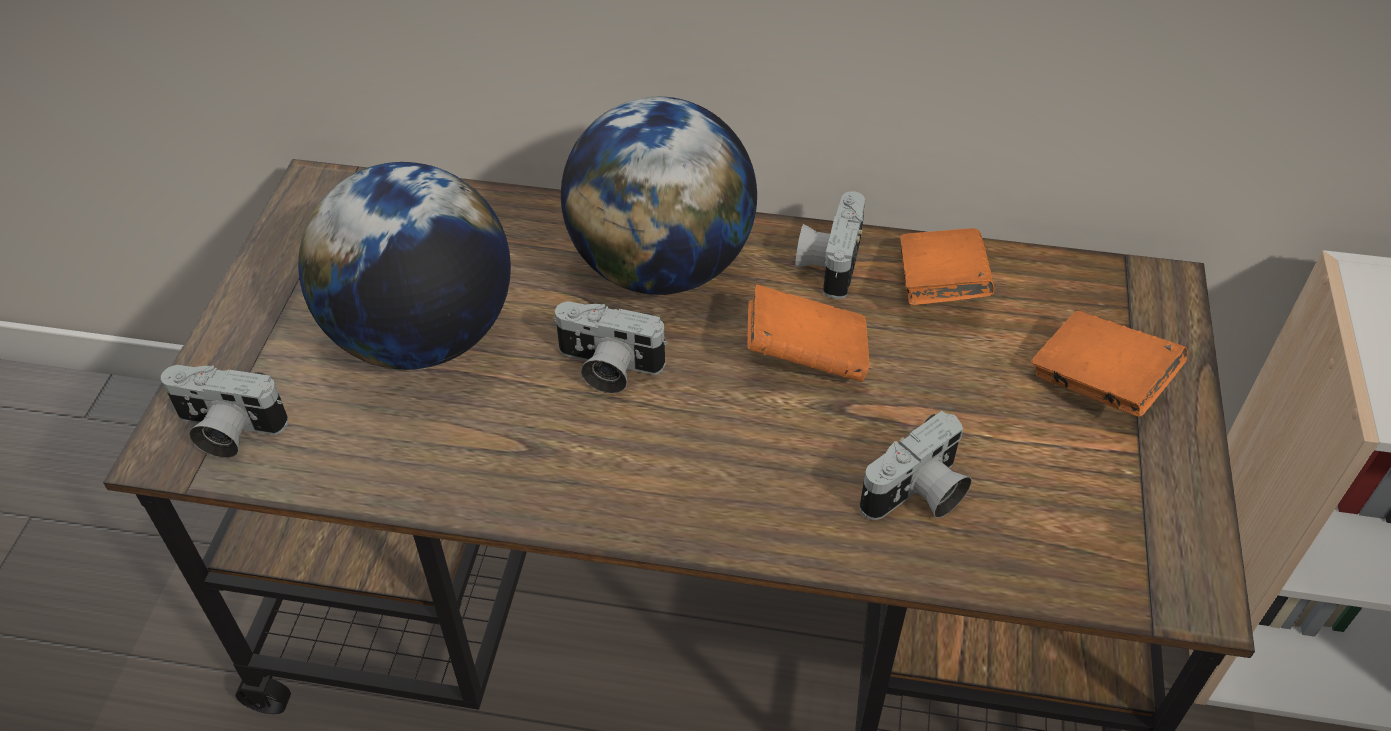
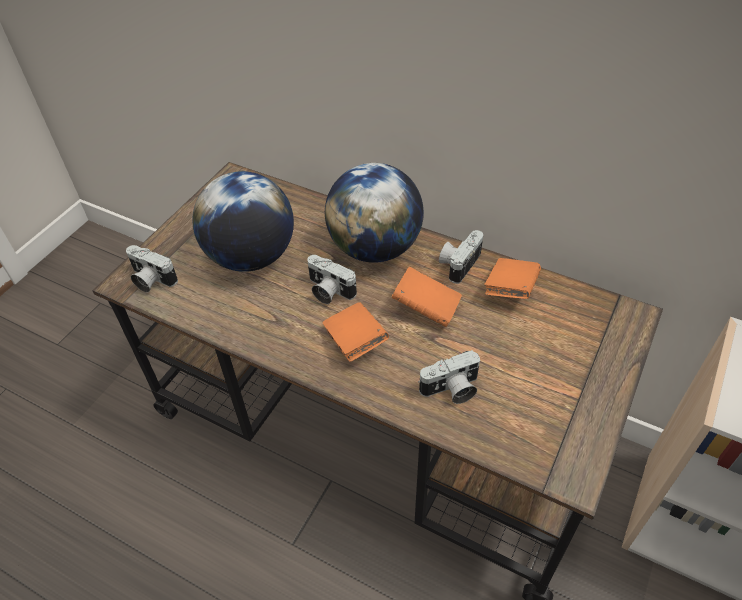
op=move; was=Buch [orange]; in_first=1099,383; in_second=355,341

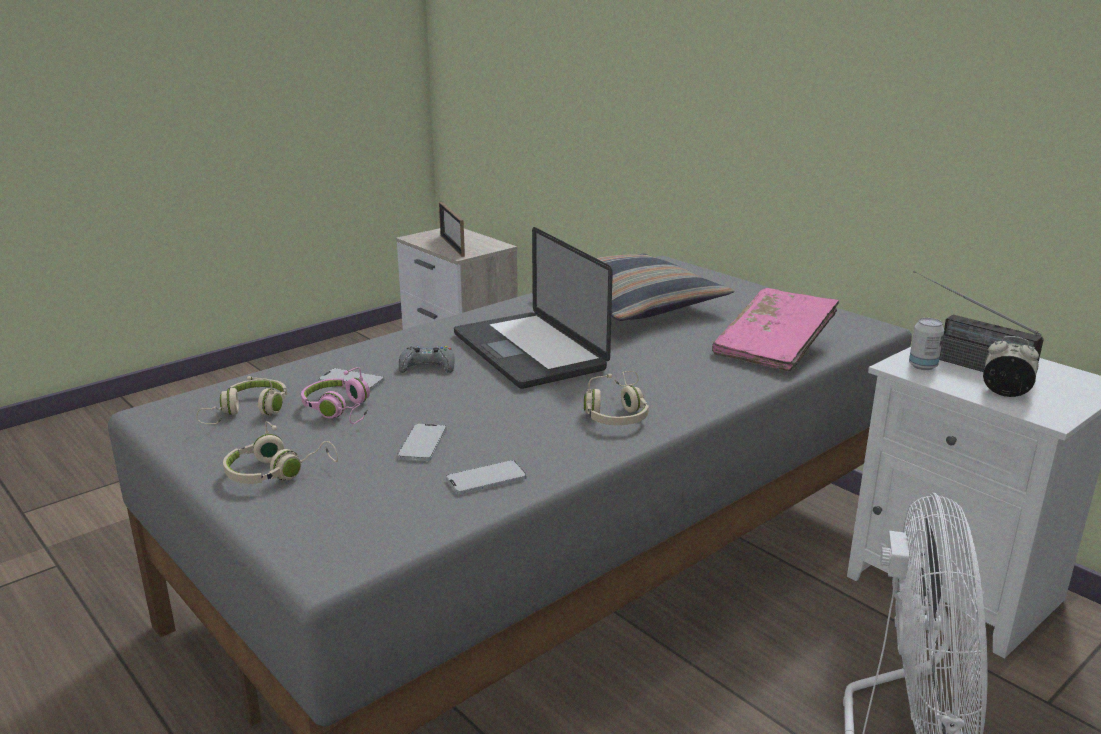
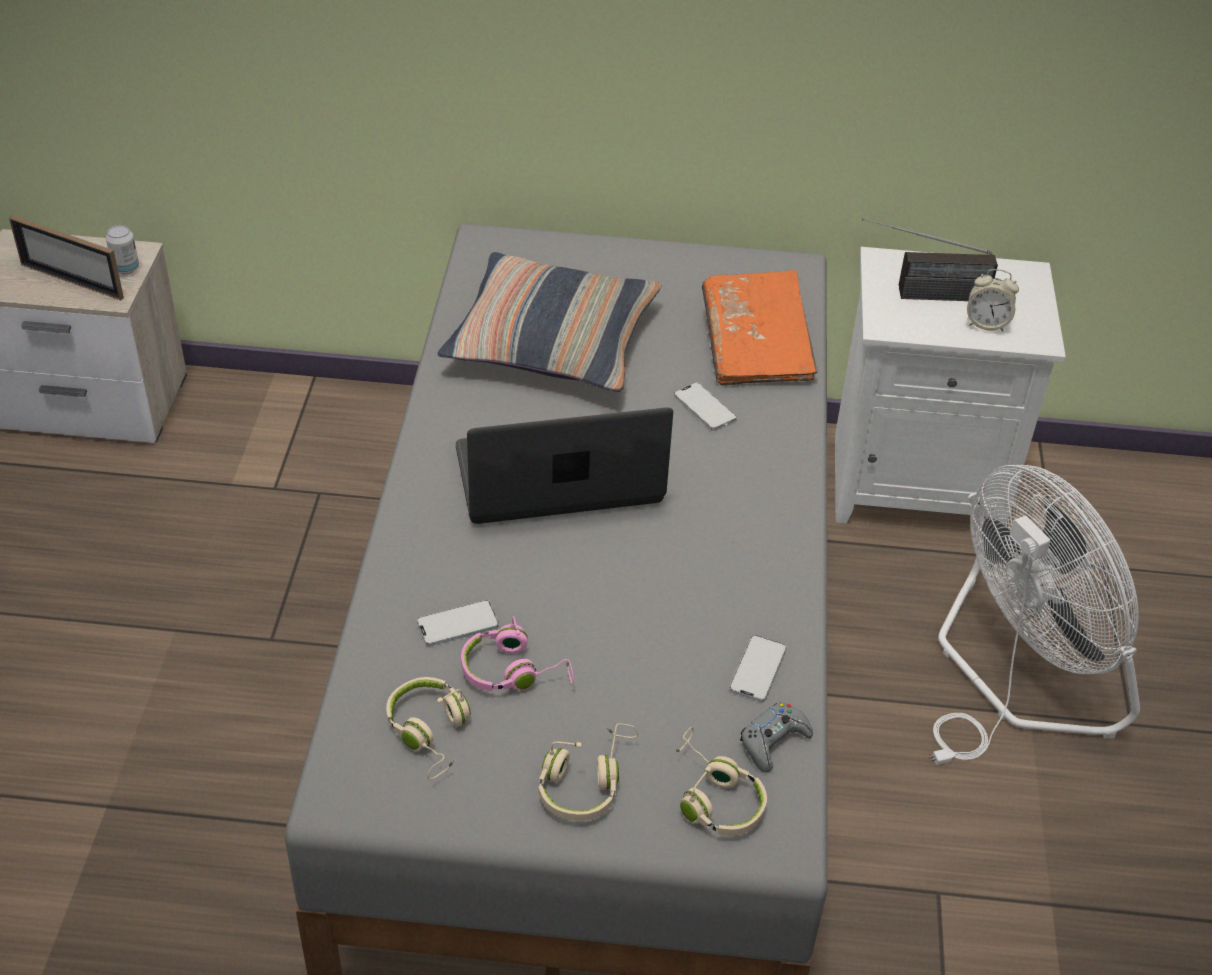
op=move; was=Handy; in_first=422,444; in_second=704,408
op=move; was=Gamepad [grau]; in_first=427,367; in_second=773,742
op=rotate; was=Laptop; in_first=528,352; in_second=558,476; clockwise=150
op=move; was=Kopfhörer [beige]; in_first=617,413; in_second=713,796
op=recolor; was=Buch [rosa]; now=Buch [orange]; in_first=774,348; in_second=756,346
op=move; was=Dose; in_first=922,366; in_second=126,268
op=rotate; was=Wecker; in_first=1005,393; in_second=986,323; clockwise=-150

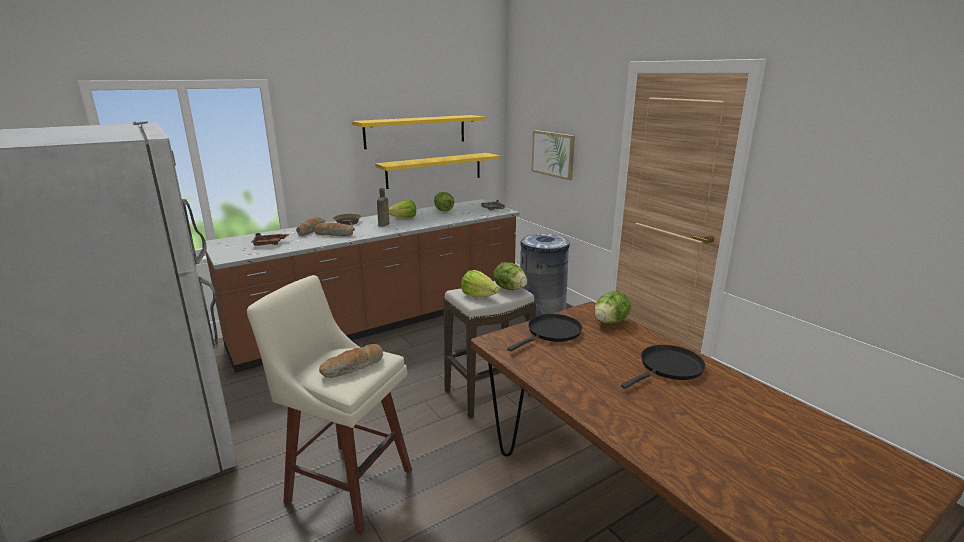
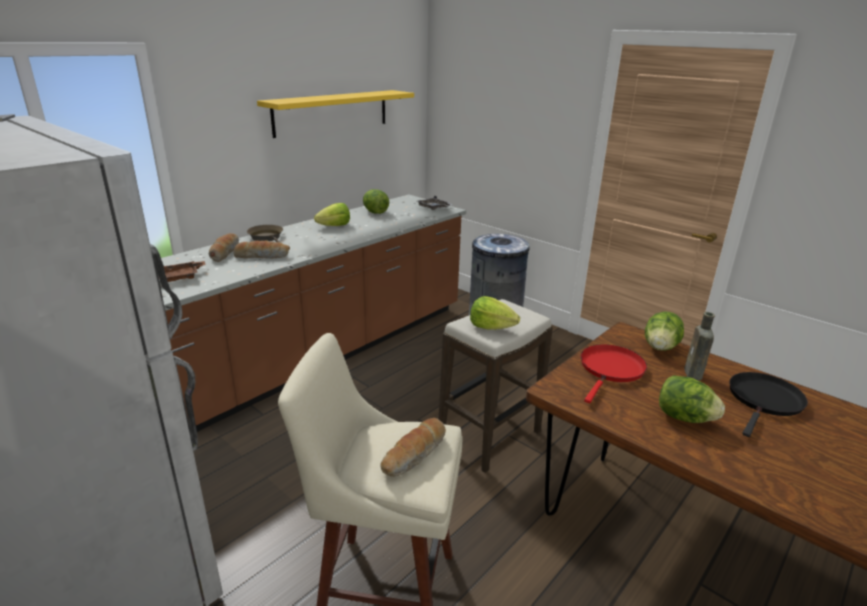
op=delete; was=Wandregal [gelb]; in_first=434,170
op=move; was=Flasche [braun]; in_first=383,225; in_second=693,375
op=move; was=Salatkopf; in_first=510,289; in_second=684,418
op=recolor; was=Pfanne [schwarz]; now=Pfanne [rot]; in_first=552,333; in_second=610,369
op=delete; was=Bild; in_first=553,154

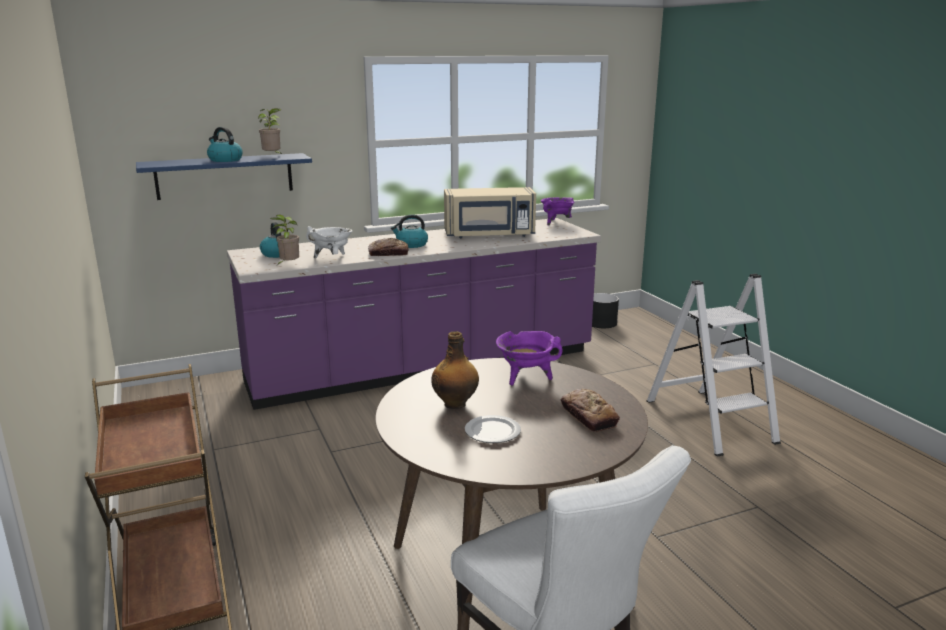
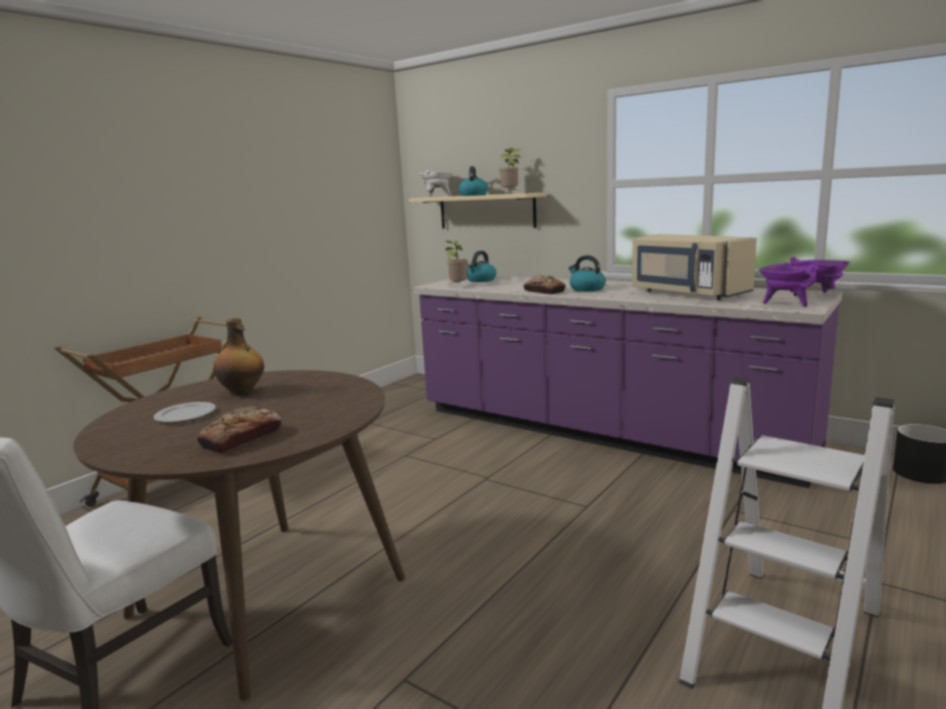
op=recolor; was=Wandregal [blau]; now=Wandregal [beige]; in_first=225,176; in_second=486,211
op=move; was=Kochtopf [weiß]; in_first=332,258; in_second=437,196
op=move; was=Kochtopf [lila]; in_first=526,378; in_second=786,303

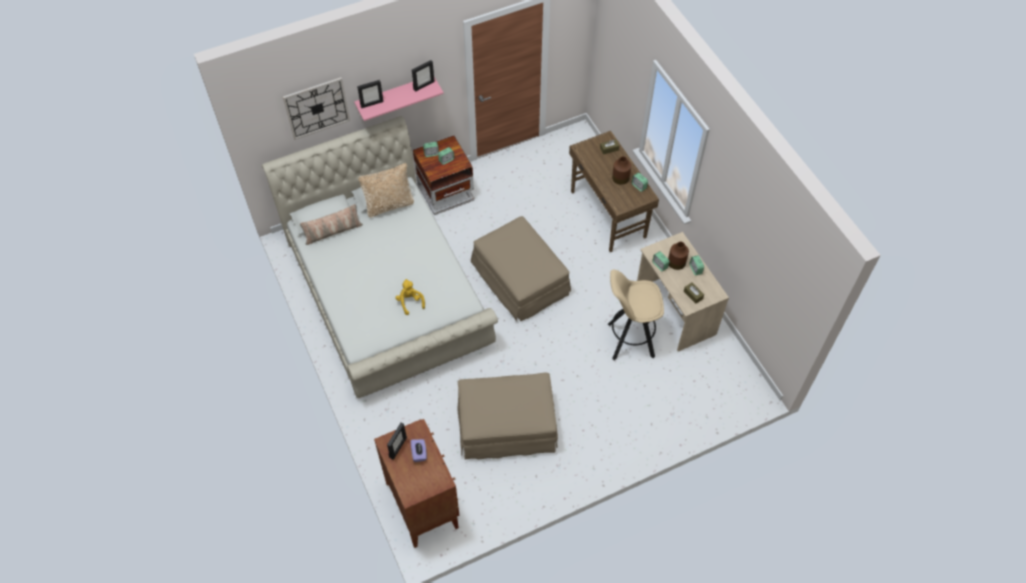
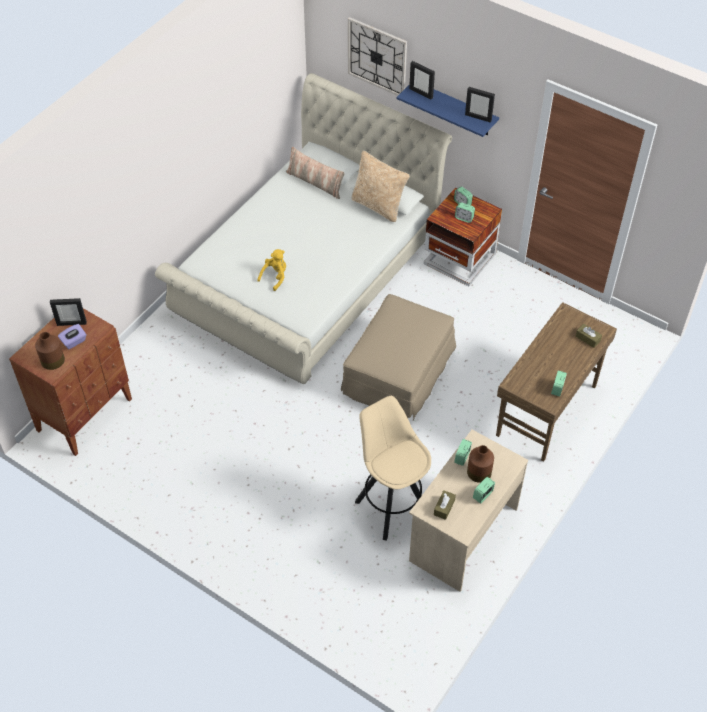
op=recolor; was=Wandregal [rosa]; now=Wandregal [blau]; in_first=395,96; in_second=454,109
op=delete; was=Polsterhocker [beige]; in_first=507,425
op=move; was=Vase [braun]; in_first=620,177; in_second=53,360

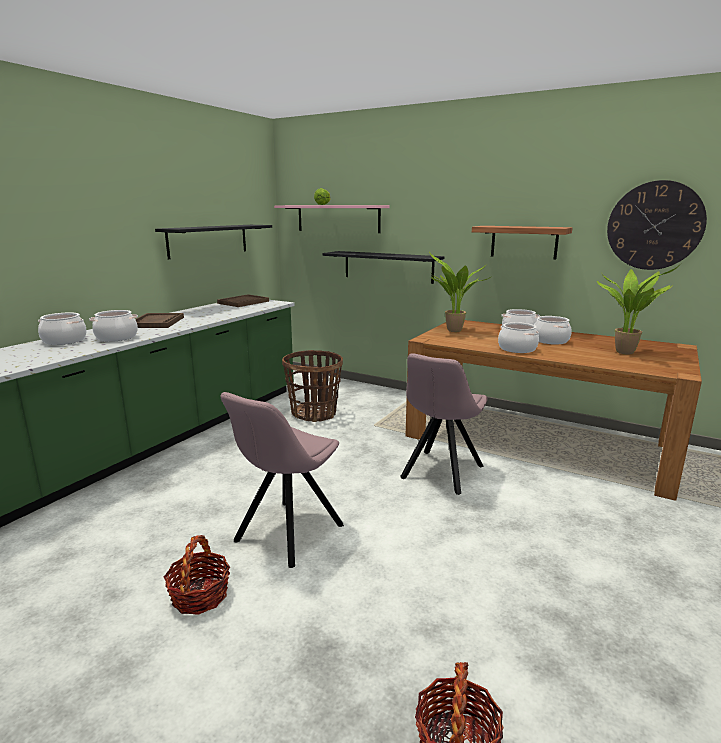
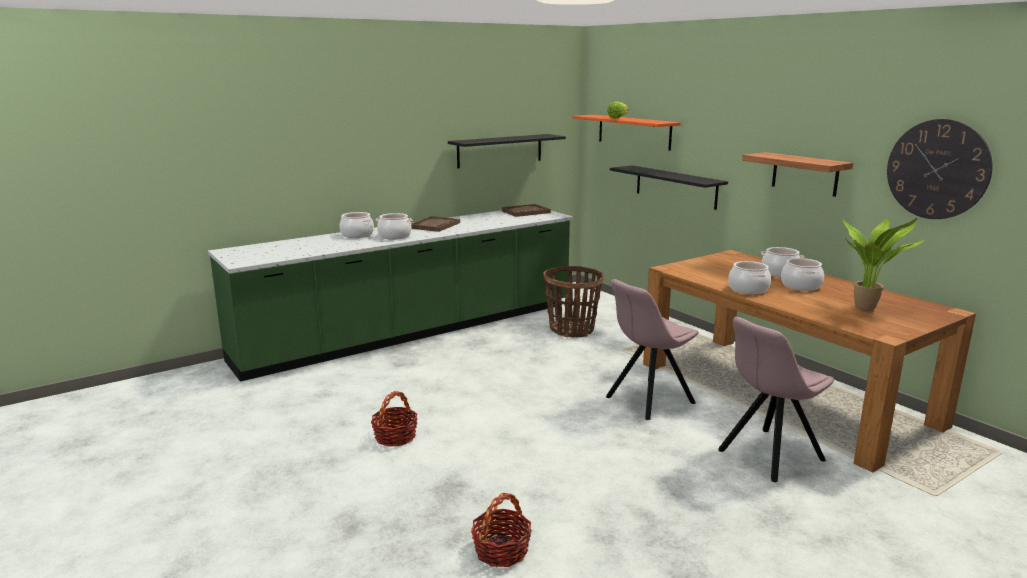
op=move; was=Stuhl [rosa]; in_first=288,533; in_second=769,455
op=recolor; was=Wandregal [rosa]; now=Wandregal [orange]; in_first=338,218; in_second=634,132
op=delete; was=Topfpflanze; in_first=453,331

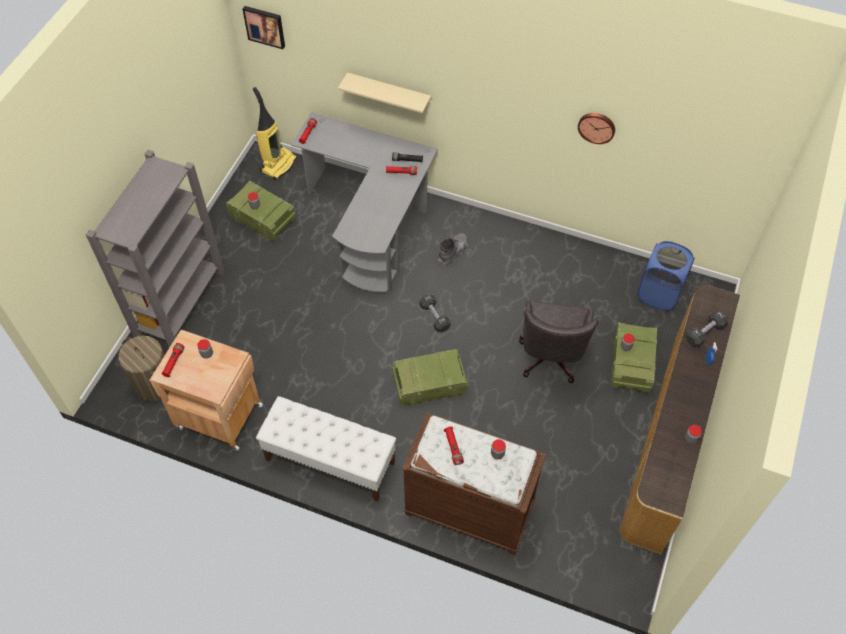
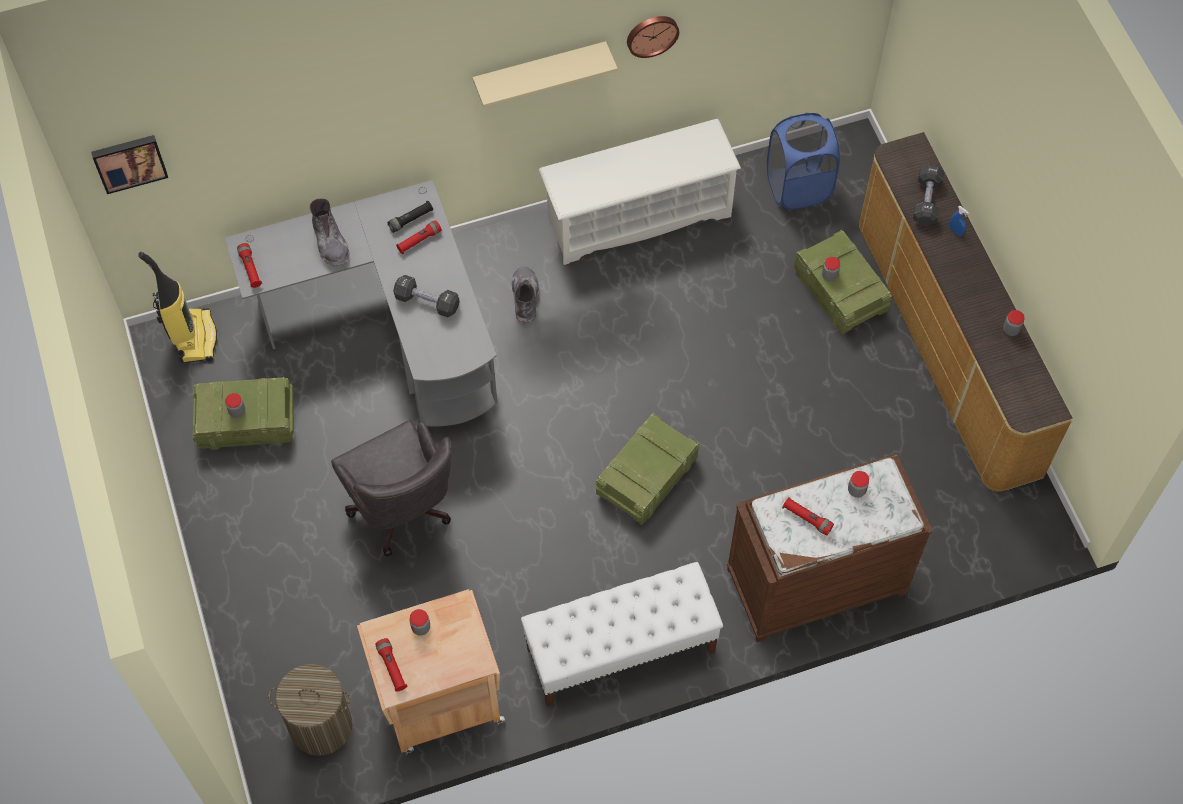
op=delete; was=Bücherregal [grau]; in_first=180,303
op=move; was=Wandregal [beige]; in_first=389,93; in_second=540,71
op=move; was=Hantel [schwarz]; in_first=434,317; in_second=427,302
op=move; was=Bürostuhl [grau]; in_first=550,361; in_second=403,513
op=insert; now=Stiefel [grau]; in_second=330,243
op=insert; now=Schuhregal [weiß]; in_second=638,216

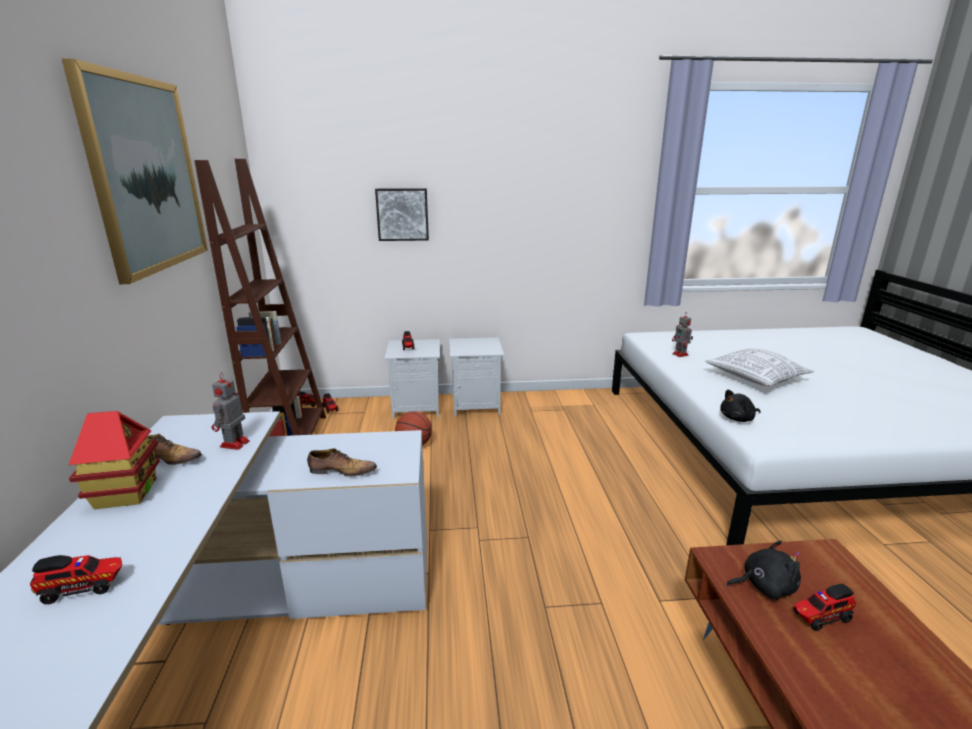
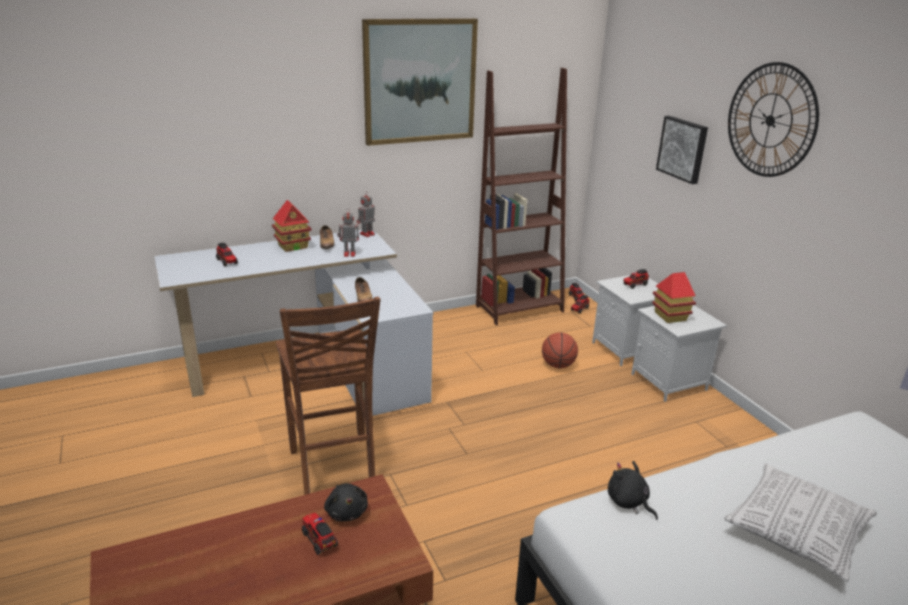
op=move; was=Spielzeugroboter; in_first=680,355; in_second=366,234
op=insert; now=Hocker [braun]; in_second=333,472
op=insert; now=Spielzeughaus; in_second=670,316
op=insert; now=Wanduhr; in_second=770,120

